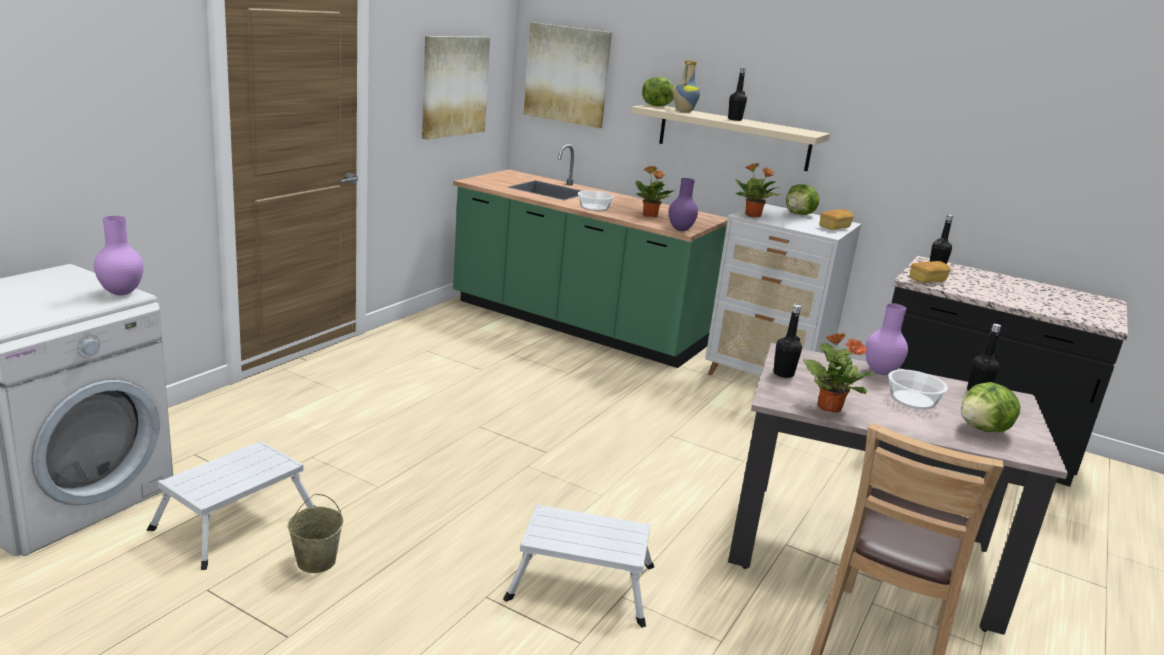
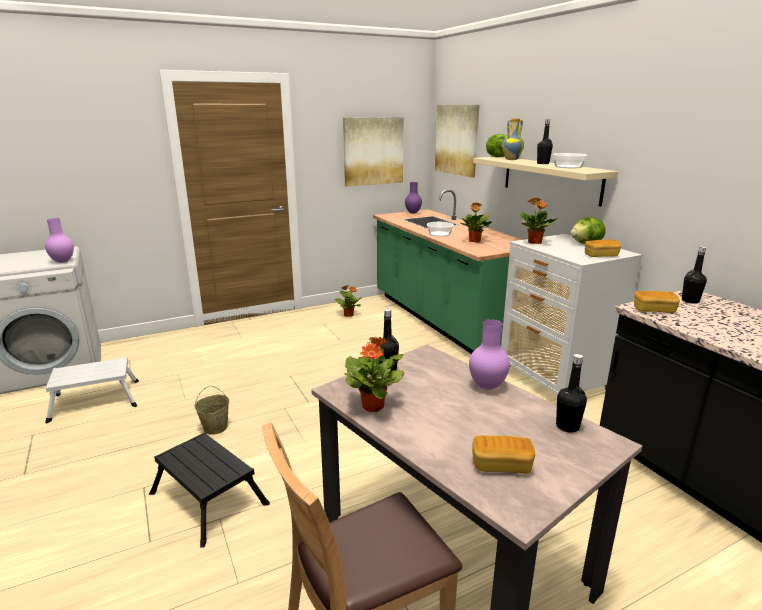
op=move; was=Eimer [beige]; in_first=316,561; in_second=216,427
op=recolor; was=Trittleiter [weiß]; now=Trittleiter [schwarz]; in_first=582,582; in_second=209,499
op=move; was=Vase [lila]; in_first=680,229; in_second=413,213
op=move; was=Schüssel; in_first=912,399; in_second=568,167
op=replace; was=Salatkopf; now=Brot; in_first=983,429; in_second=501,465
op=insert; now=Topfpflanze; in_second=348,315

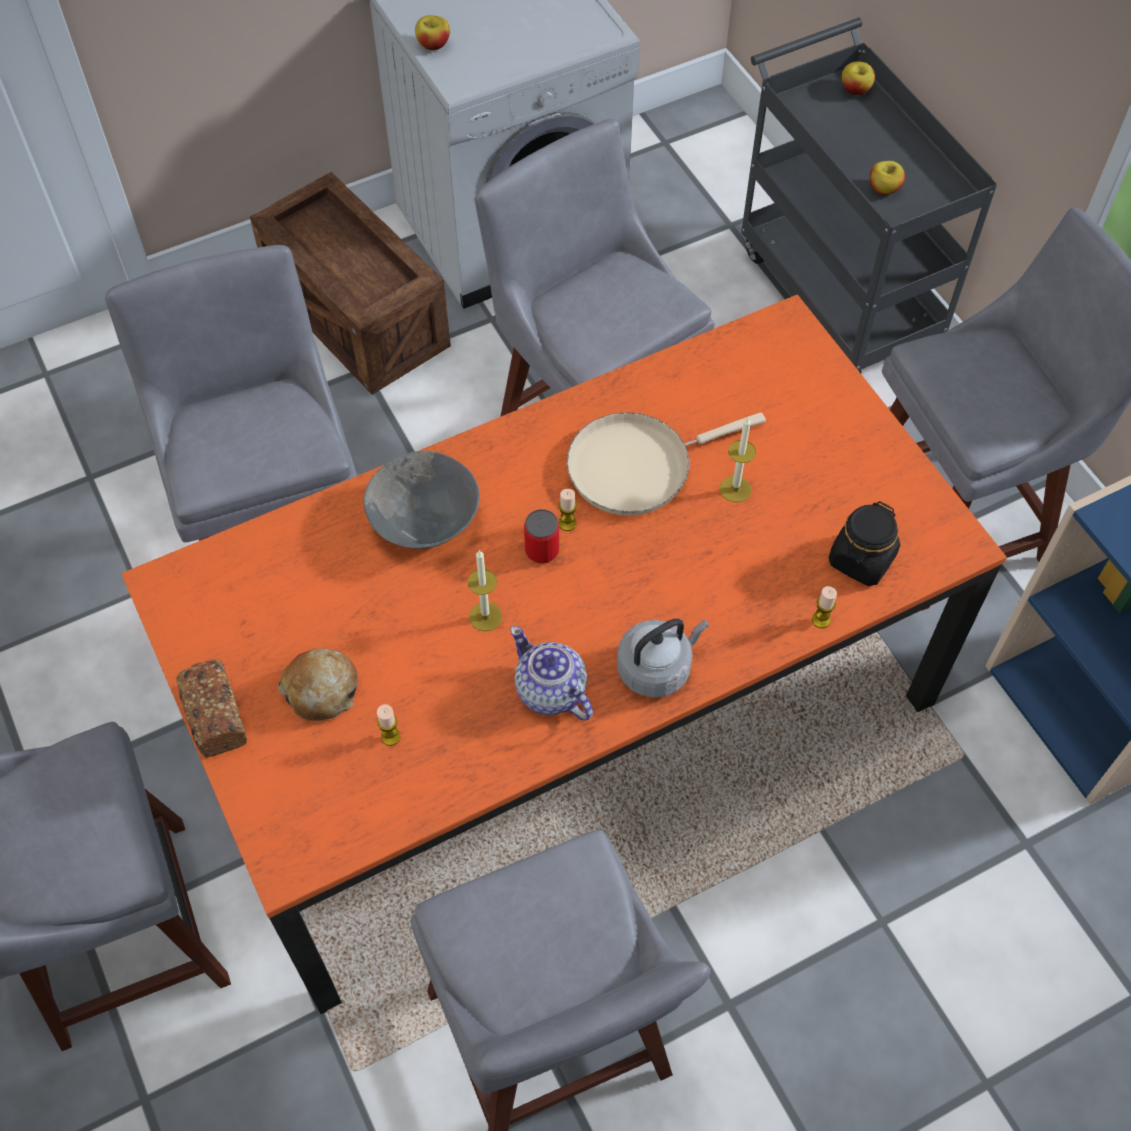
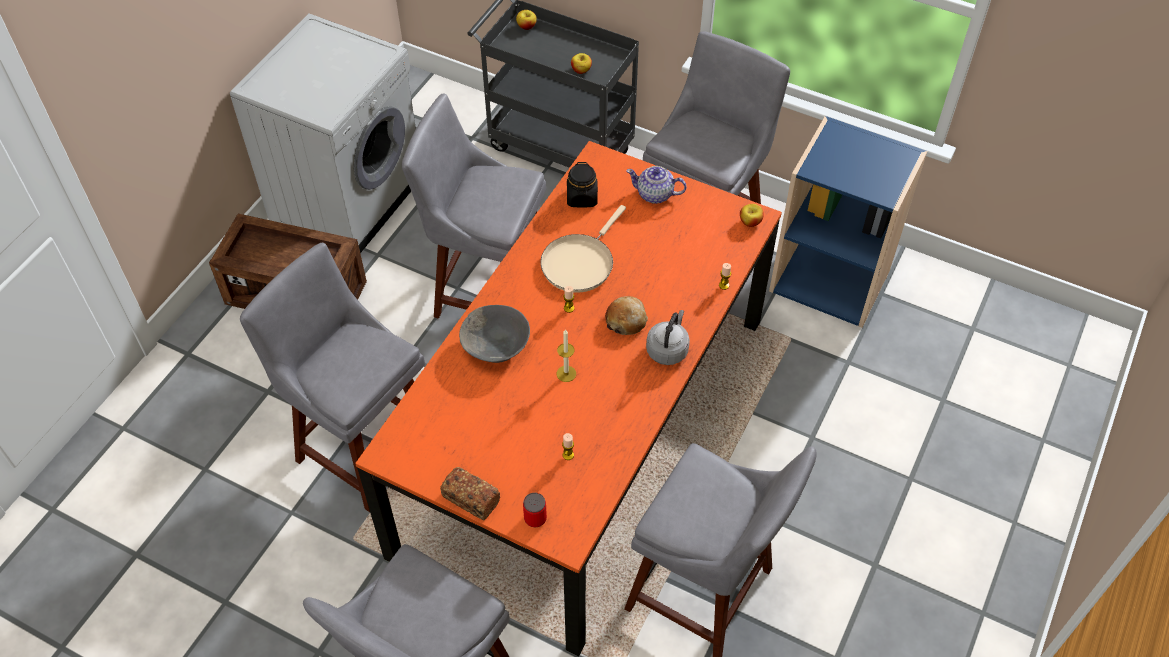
op=move; was=Brot; in_first=321,690; in_second=626,320
op=move; was=Apfel; in_first=433,44; in_second=750,222
op=move; was=Teekanne; in_first=550,692; in_second=655,195
op=move; was=Dose; in_first=542,550; in_second=535,518
op=delete; was=Kerze; in_first=735,489
op=move; was=Vorratsglas [schwarz]; in_first=861,560; in_second=582,198

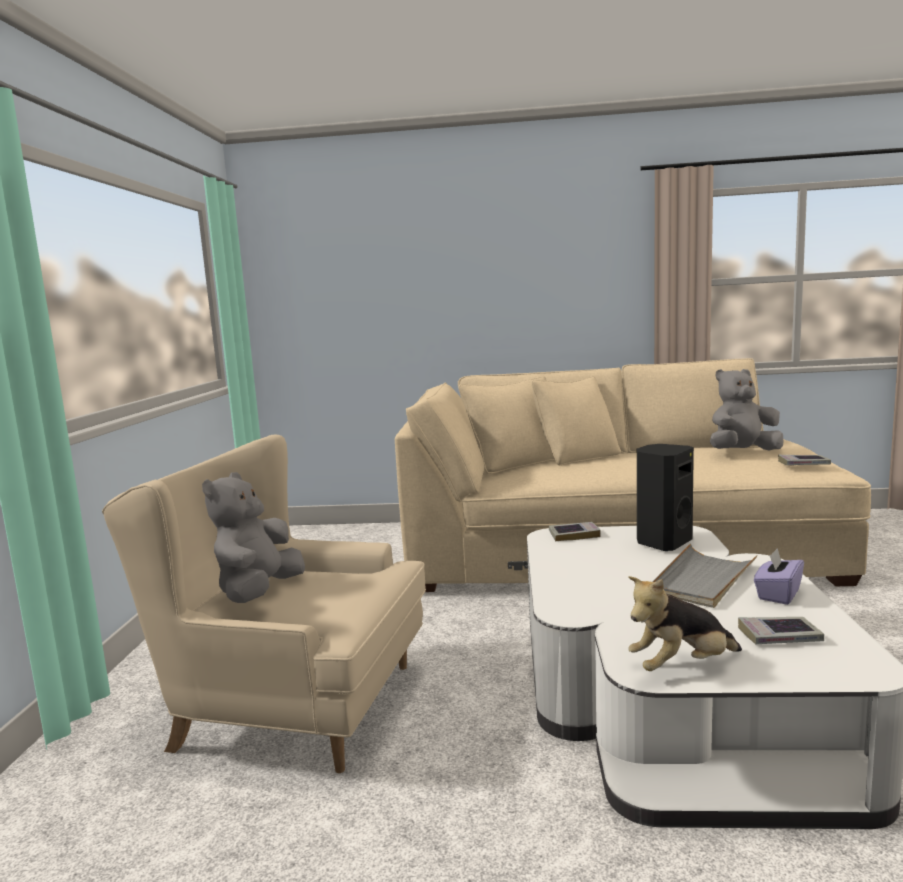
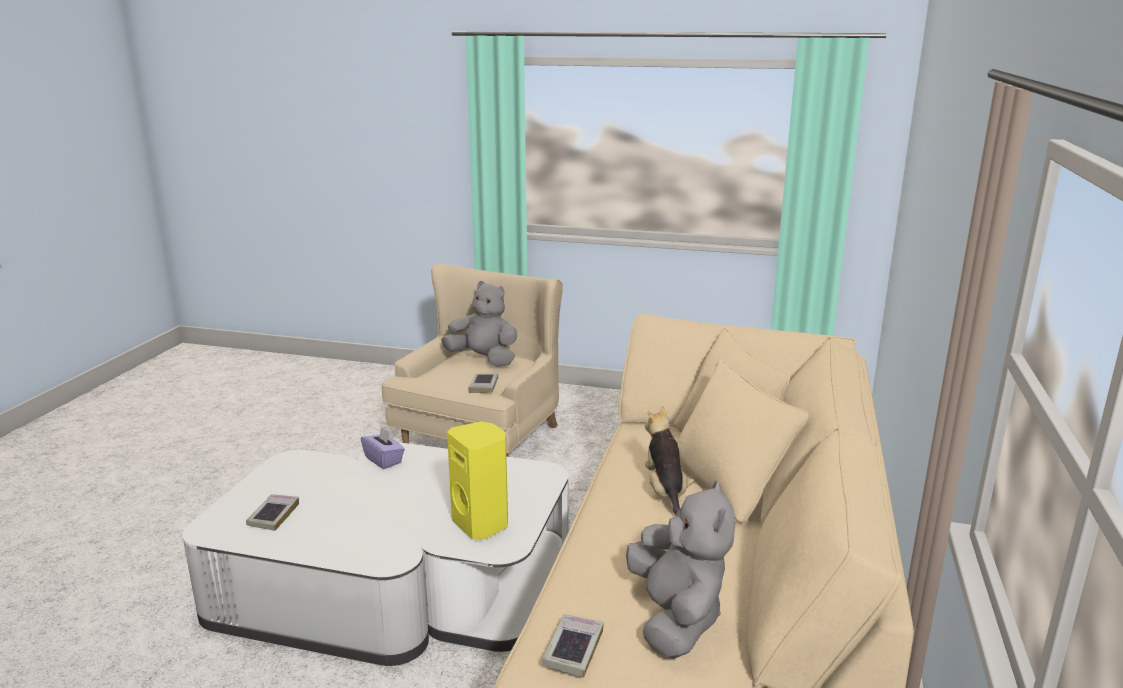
op=move; was=Buch; in_first=574,535; in_second=483,386
op=move; was=Plüschtier; in_first=681,666; in_second=665,492
op=recolor; was=Lautsprecher [schwarz]; now=Lautsprecher [gelb]; in_first=662,542; in_second=482,524
op=delete; was=Tablett [grau]; in_first=702,579
op=move; was=Taschentuchbox [lila]; in_first=778,594; in_second=384,460

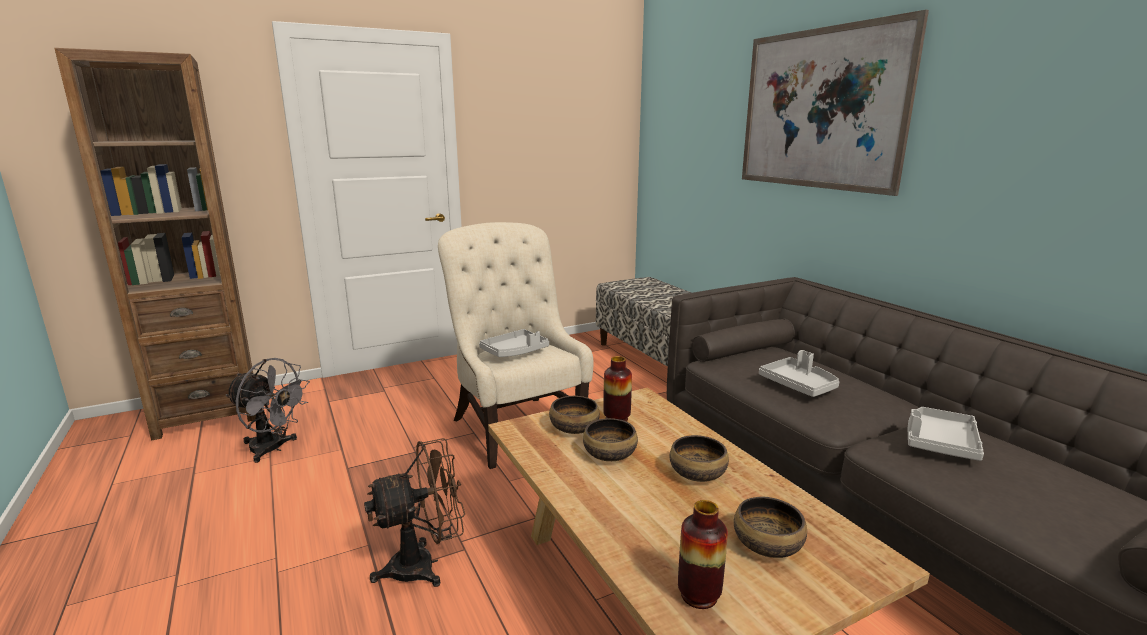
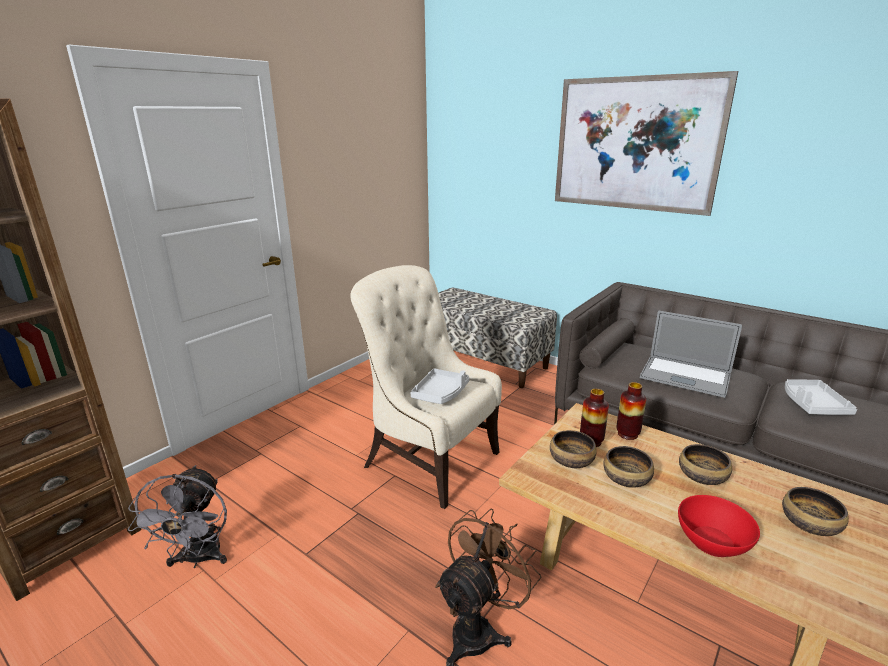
op=rotate; was=Ventilator [grau]; in_first=273,449; in_second=198,559; clockwise=90
op=move; was=Vase; in_first=699,595; in_second=627,434
op=replace; was=Tablett [grau]; now=Laptop; in_first=799,385; in_second=685,376
op=insert; now=Schüssel [rot]; in_second=712,541

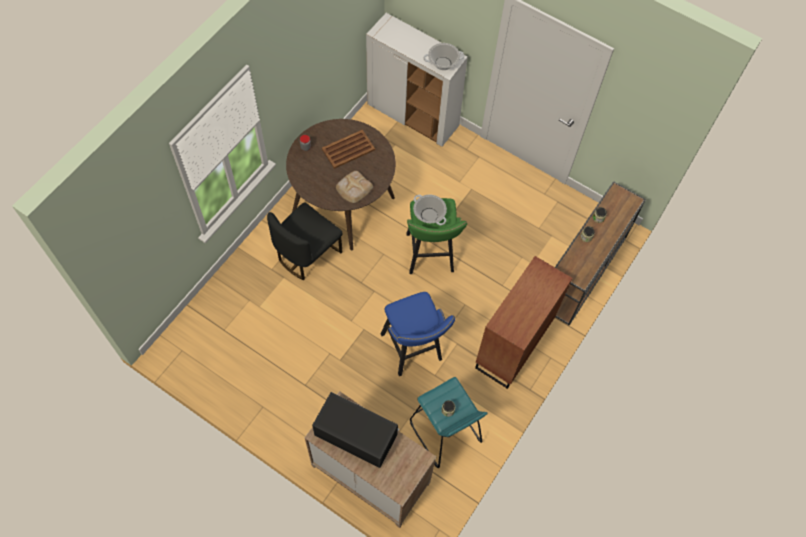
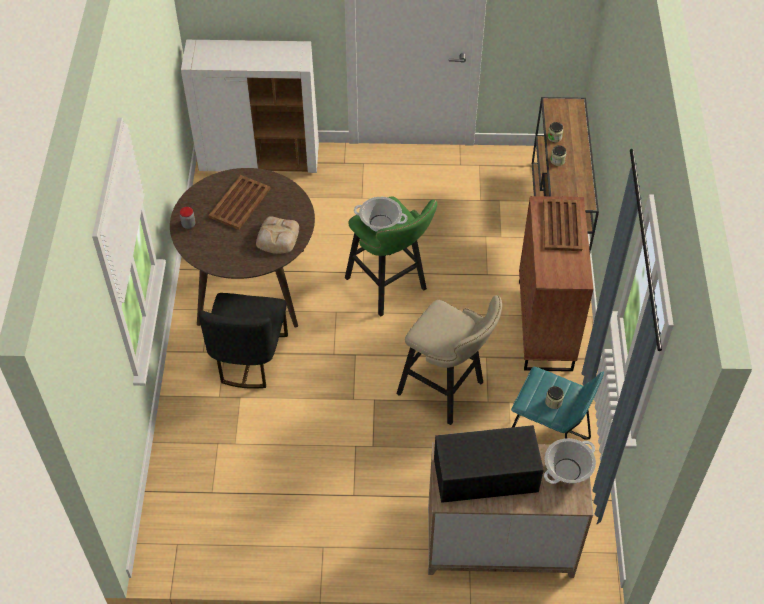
op=recolor; was=Hocker [blau]; now=Hocker [beige]; in_first=414,353; in_second=448,393
op=move; was=Kochtopf; in_first=443,63; in_second=567,470
op=insert; now=Tablett [braun]; in_second=561,226

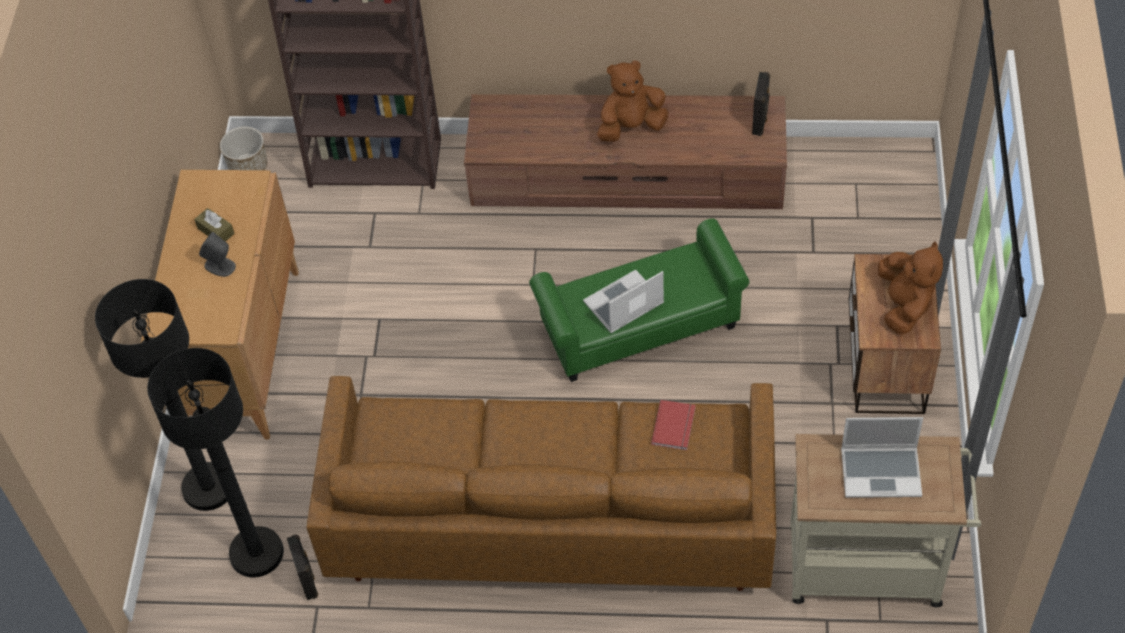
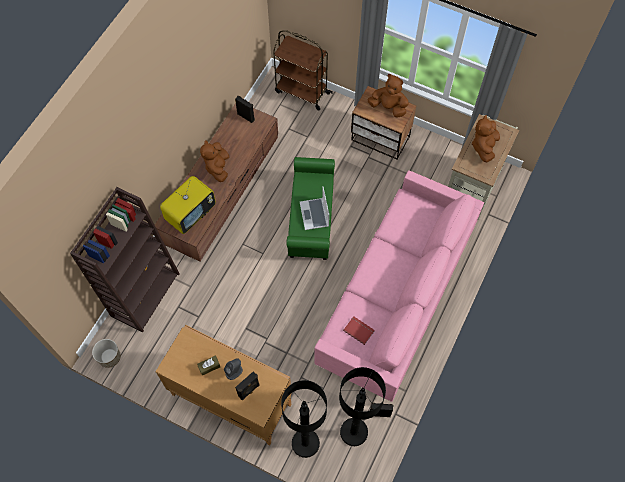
op=recolor; was=Sofa [braun]; now=Sofa [rosa]; in_first=551,521; in_second=395,297
op=move; was=Buch [rot]; in_first=675,426; in_second=359,330
op=replace; was=Laptop; now=Plüschtier [braun]; in_first=882,472; in_second=484,147
op=insert; now=Fernseher; in_second=191,213
op=insert; now=Lautsprecher [schwarz]; in_second=249,391
op=insert; now=Rollwagen [braun]; in_second=302,92

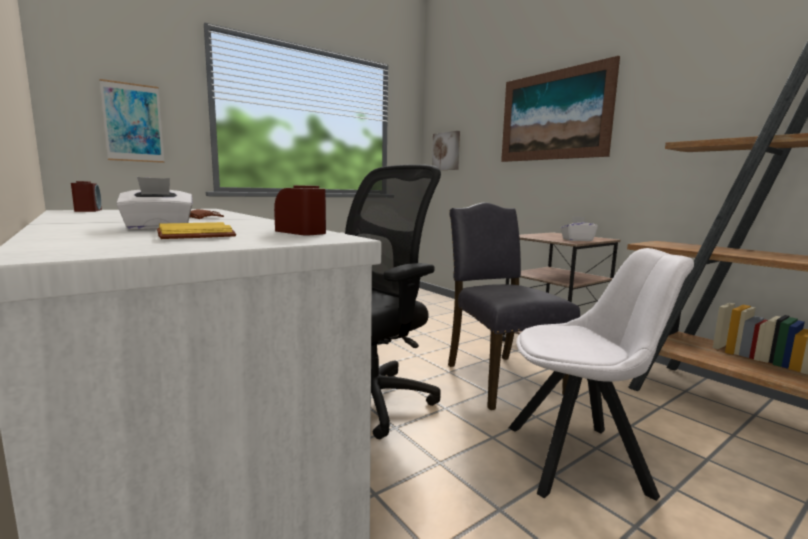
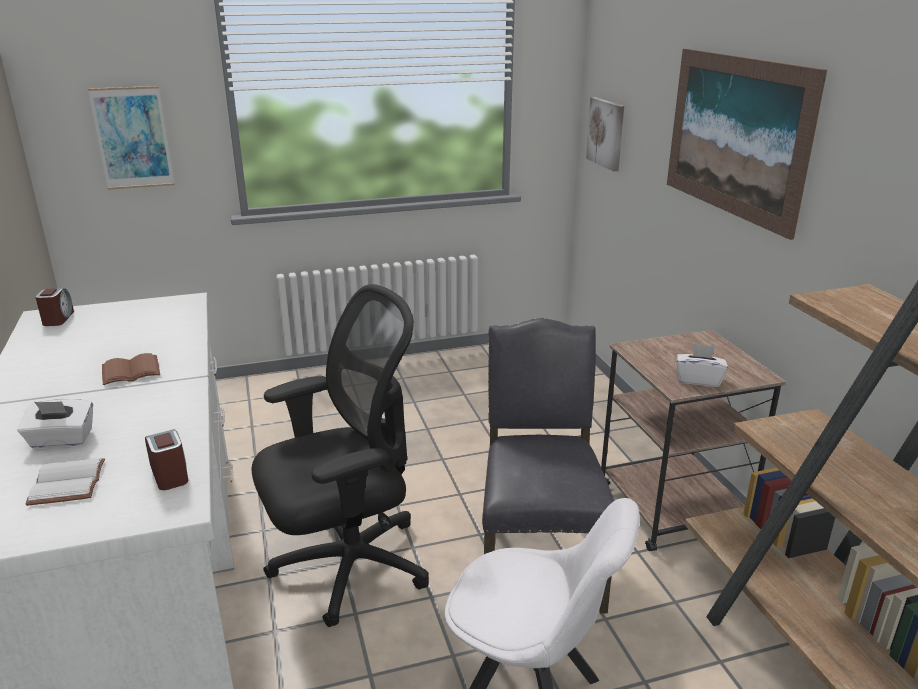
op=recolor; was=Buch [gelb]; now=Buch [weiß]; in_first=198,236; in_second=69,484

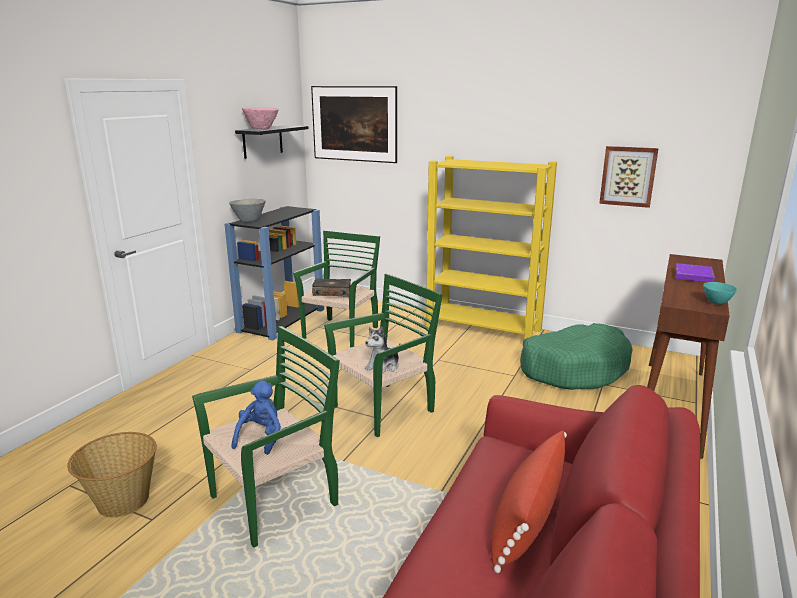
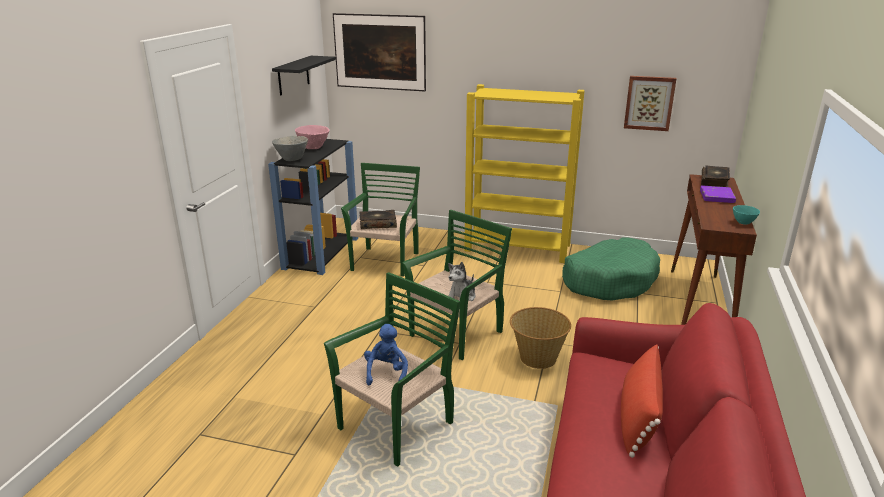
op=move; was=Korb; in_first=122,501; in_second=537,358
op=move; was=Schüssel [rosa]; in_first=261,129; in_second=313,148
op=insert; now=Buch; in_second=714,183

